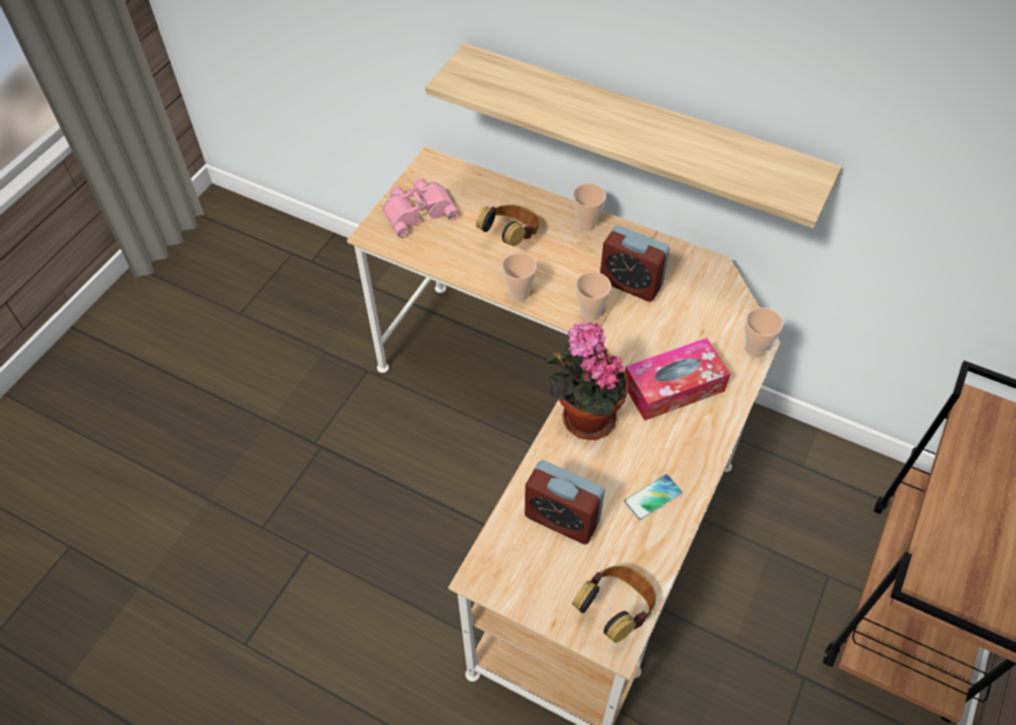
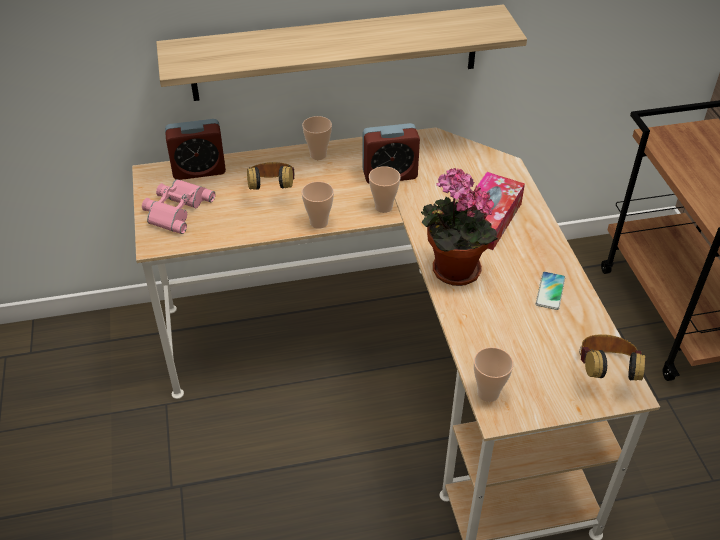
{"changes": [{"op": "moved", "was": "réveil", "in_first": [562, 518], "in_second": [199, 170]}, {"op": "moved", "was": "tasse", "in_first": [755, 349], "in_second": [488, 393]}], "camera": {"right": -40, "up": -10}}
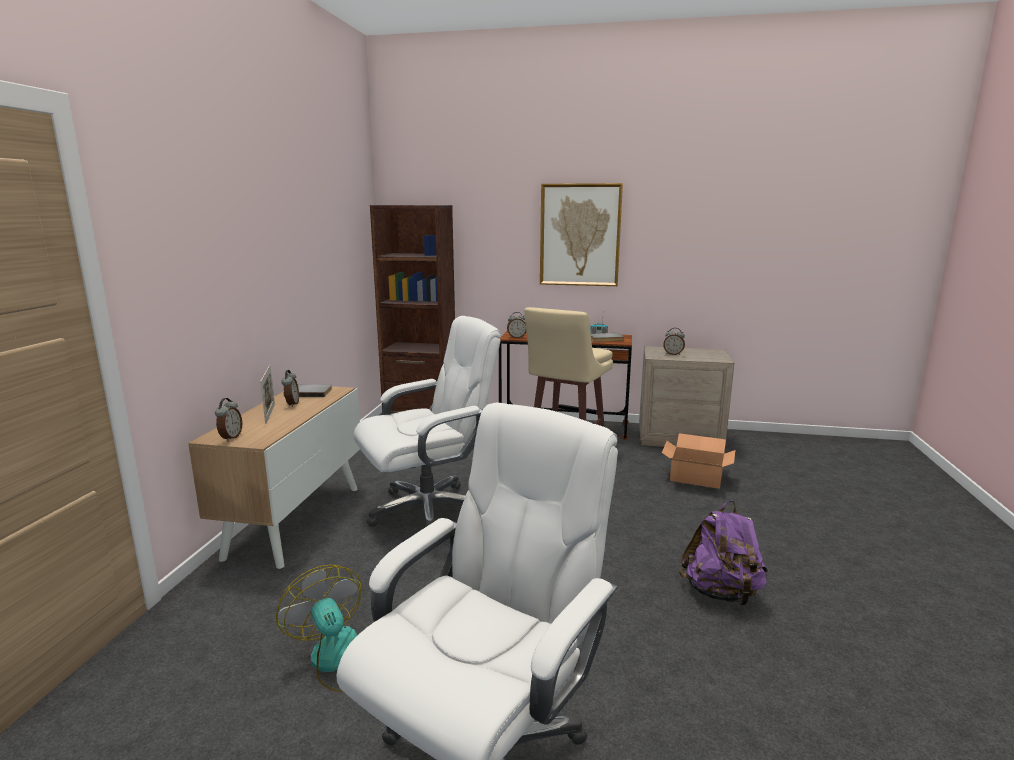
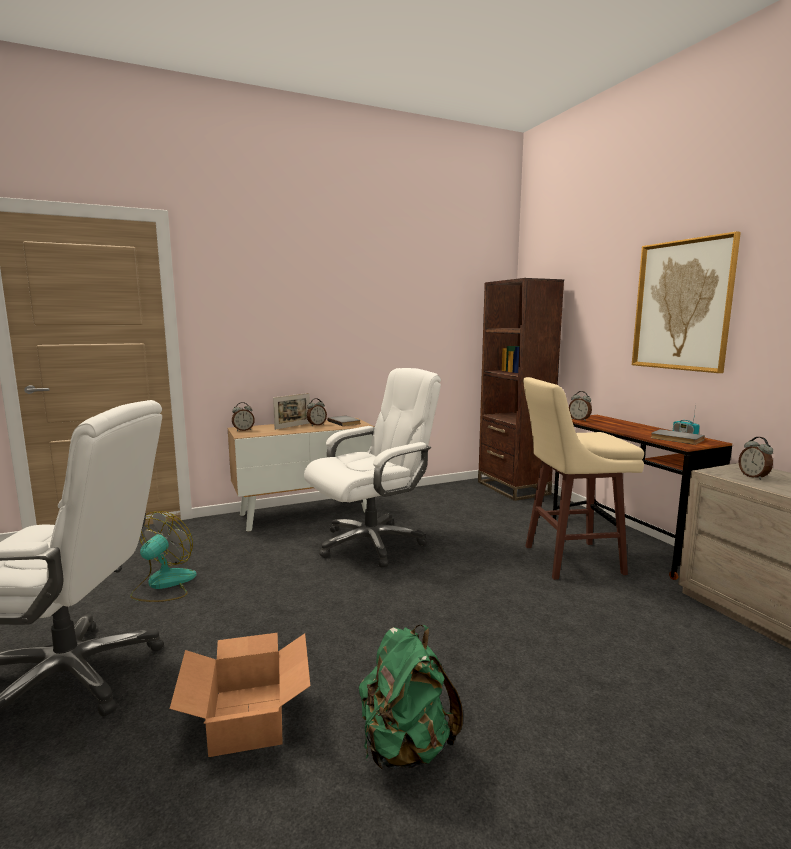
{"changes": [{"op": "moved", "was": "carton", "in_first": [695, 477], "in_second": [249, 716]}, {"op": "turned", "was": "chaise de bureau/blanc", "in_first": [429, 510], "in_second": [372, 543], "clockwise": -60}, {"op": "recoloured", "was": "sac à dos/violet", "now": "sac à dos/vert", "in_first": [721, 593], "in_second": [405, 748]}], "camera": {"right": 55, "up": -5}}
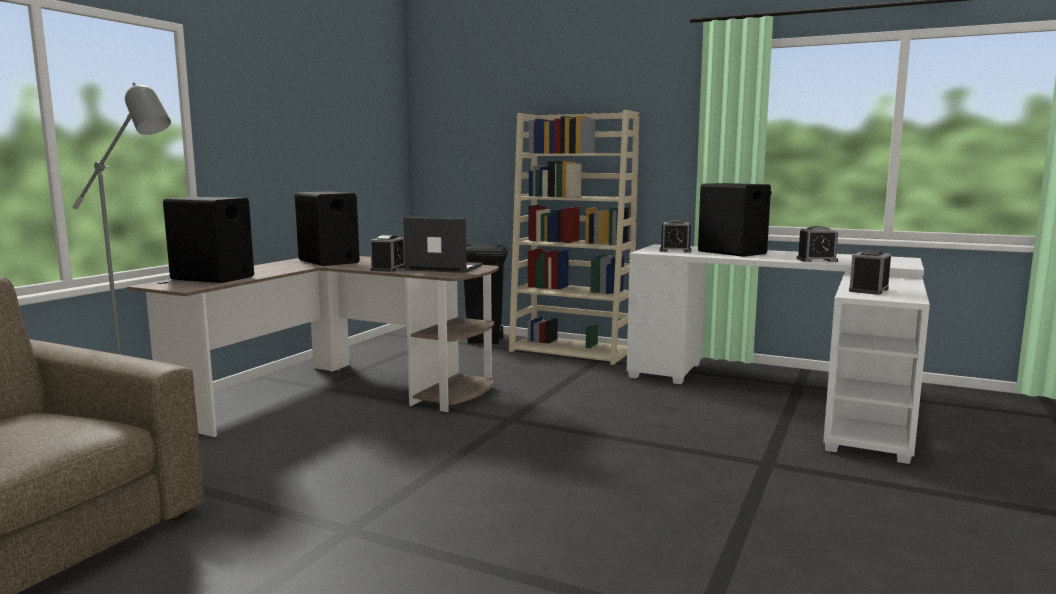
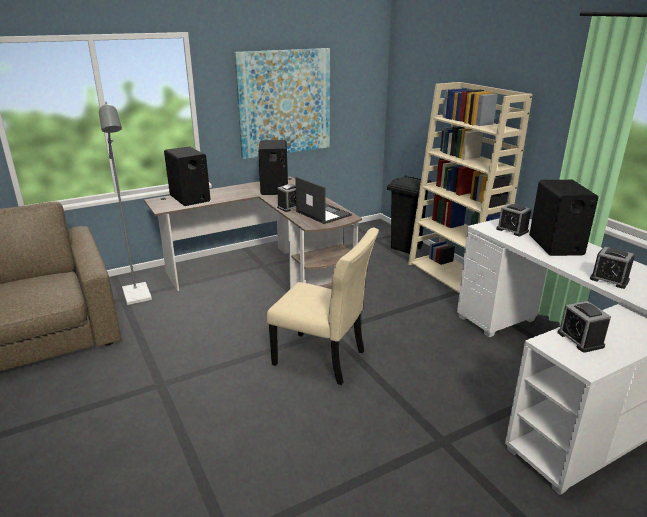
{"changes": [{"op": "added", "now": "tableau", "in_second": [284, 103]}, {"op": "added", "now": "chaise/beige", "in_second": [322, 359]}, {"op": "turned", "was": "réveil", "in_first": [868, 290], "in_second": [580, 339], "clockwise": -90}], "camera": {"right": 35, "up": 15}}
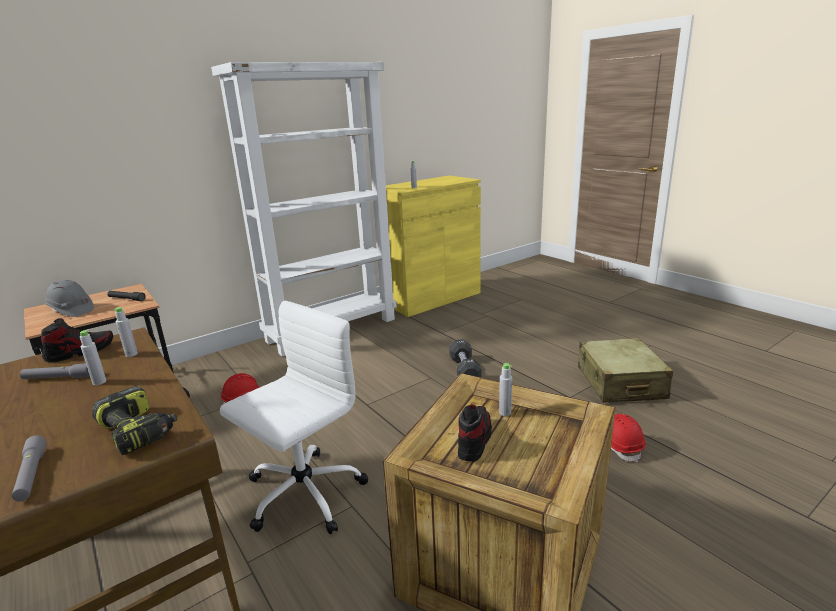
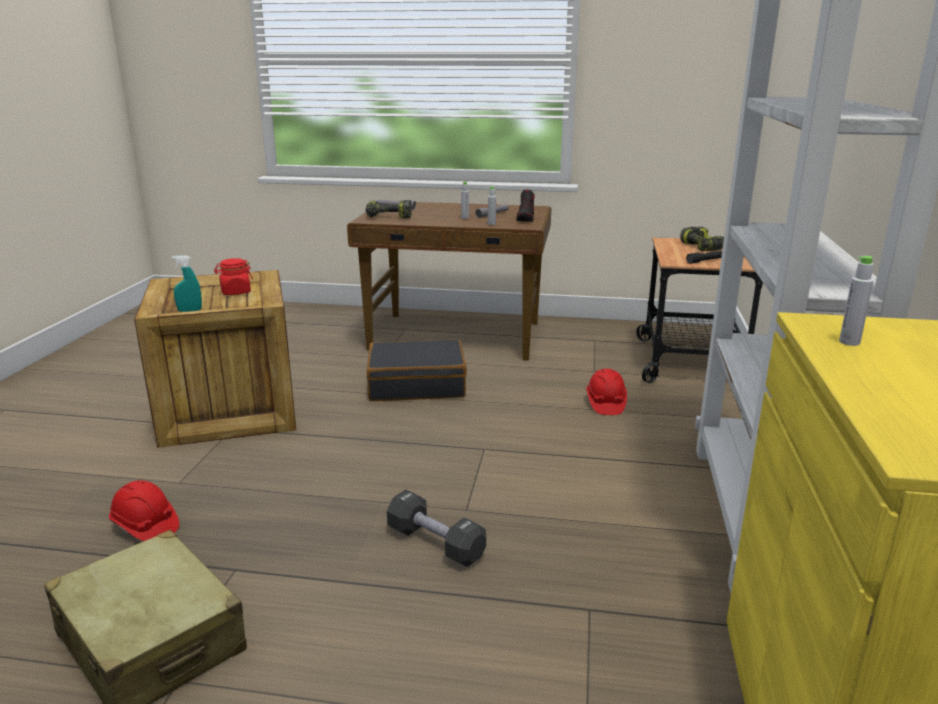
{"changes": [{"op": "added", "now": "vaporisateur/turquoise", "in_second": [190, 310]}, {"op": "replaced", "was": "chaussure", "now": "bocal/rouge", "in_first": [474, 440], "in_second": [235, 292]}, {"op": "replaced", "was": "chaise de bureau/blanc", "now": "valise/noir", "in_first": [302, 494], "in_second": [416, 384]}, {"op": "replaced", "was": "casque de chantier/gris", "now": "perceuse", "in_first": [71, 310], "in_second": [704, 247]}, {"op": "removed", "was": "bouteille/gris", "in_first": [505, 412]}], "camera": {"right": 135, "up": 0}}
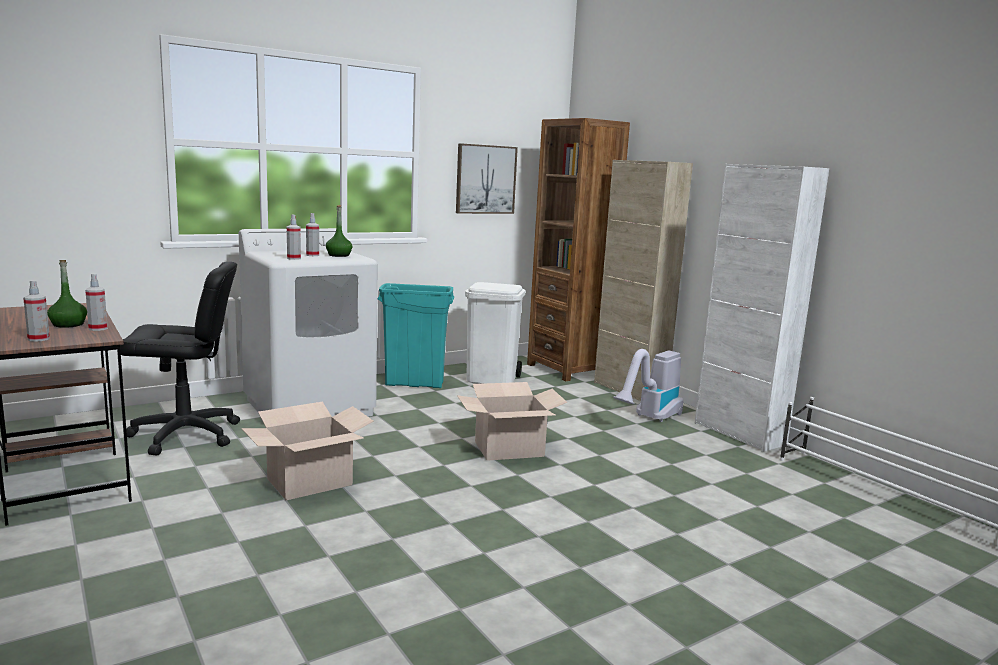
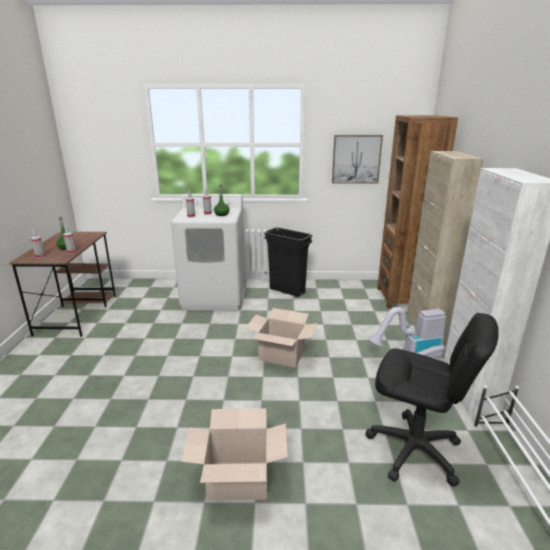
{"changes": [{"op": "moved", "was": "carton", "in_first": [309, 481], "in_second": [238, 479]}, {"op": "recoloured", "was": "poubelle/turquoise", "now": "poubelle/noir", "in_first": [415, 384], "in_second": [287, 291]}, {"op": "moved", "was": "chaise de bureau/noir", "in_first": [185, 435], "in_second": [414, 450]}, {"op": "removed", "was": "poubelle/blanc", "in_first": [492, 379]}], "camera": {"right": 35, "up": 10}}
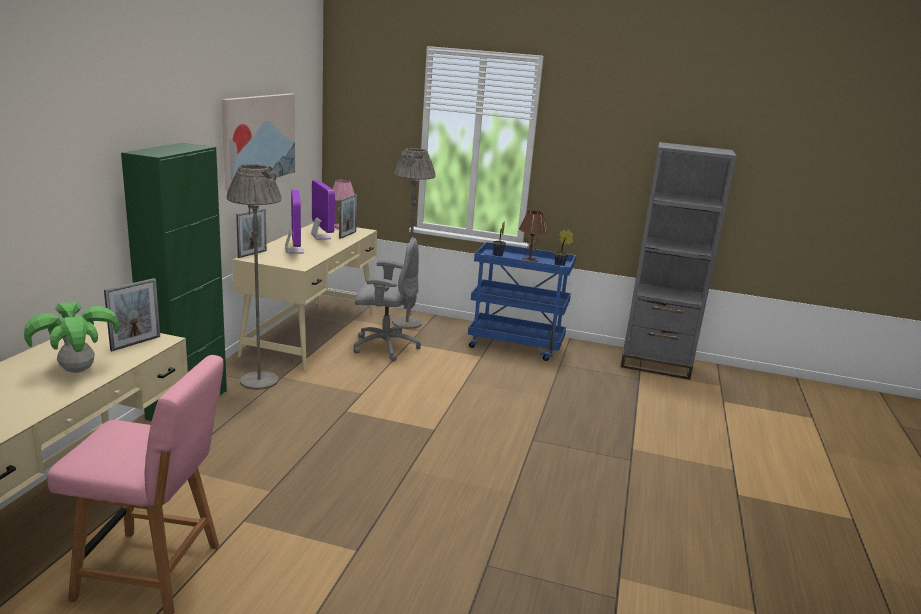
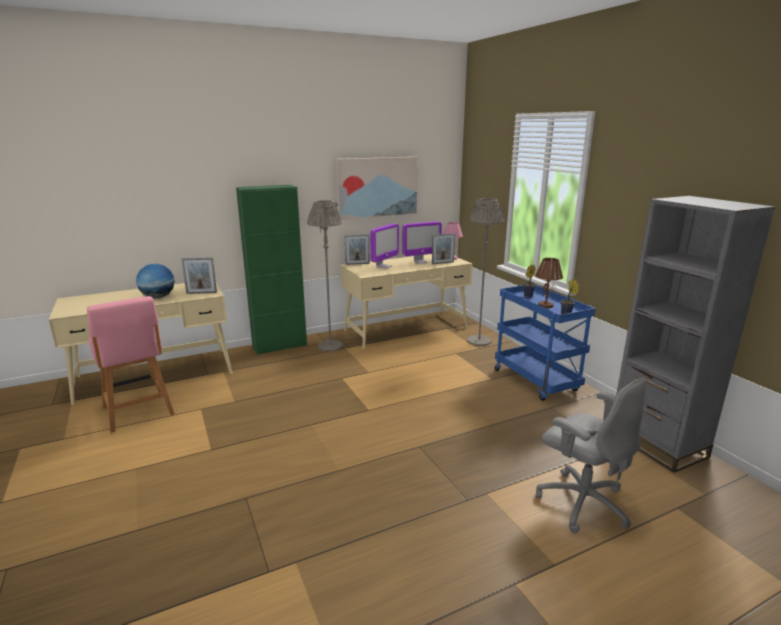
{"changes": [{"op": "replaced", "was": "plante en pot", "now": "globe", "in_first": [77, 370], "in_second": [158, 297]}, {"op": "turned", "was": "écran d'ordinateur", "in_first": [321, 237], "in_second": [421, 262], "clockwise": 45}, {"op": "moved", "was": "chaise de bureau/gris", "in_first": [384, 346], "in_second": [581, 502]}], "camera": {"right": 50, "up": 0}}
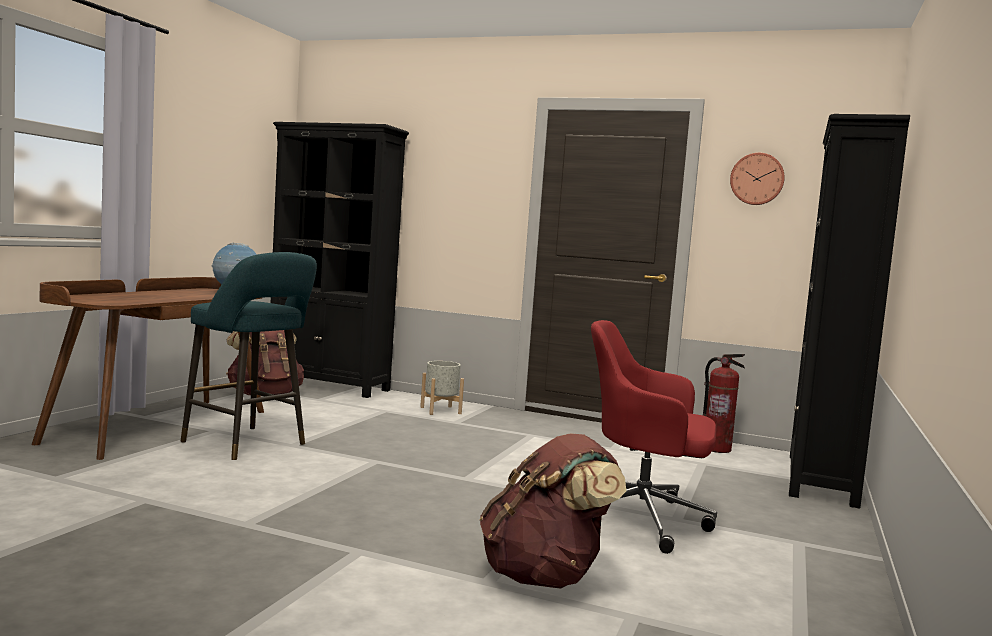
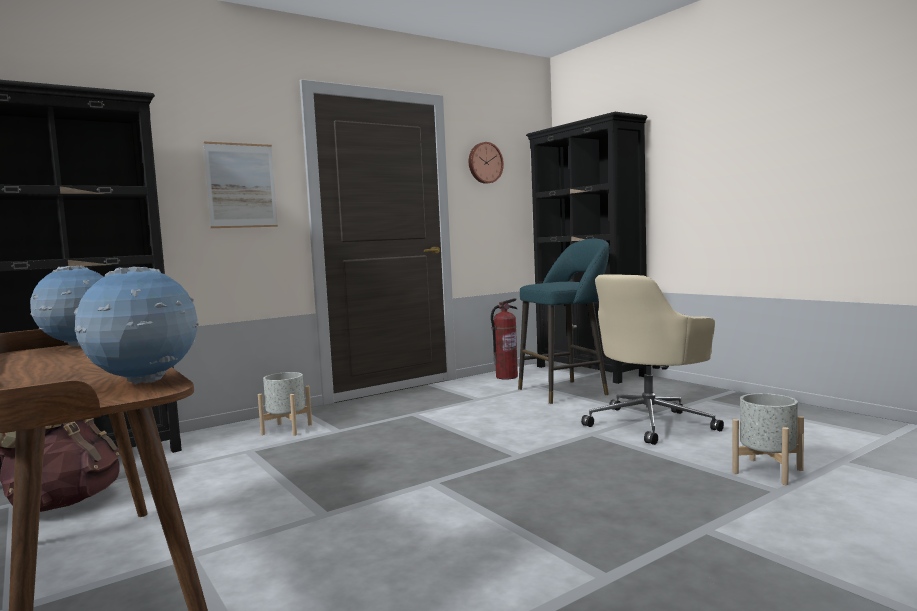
{"changes": [{"op": "added", "now": "globe", "in_second": [144, 383]}, {"op": "added", "now": "tableau", "in_second": [241, 185]}, {"op": "moved", "was": "tabouret/turquoise", "in_first": [248, 444], "in_second": [567, 391]}, {"op": "recoloured", "was": "chaise de bureau/rouge", "now": "chaise de bureau/beige", "in_first": [642, 520], "in_second": [651, 423]}, {"op": "replaced", "was": "sac à dos/marron", "now": "cache-pot/gris", "in_first": [545, 576], "in_second": [767, 471]}], "camera": {"right": -55, "up": 0}}
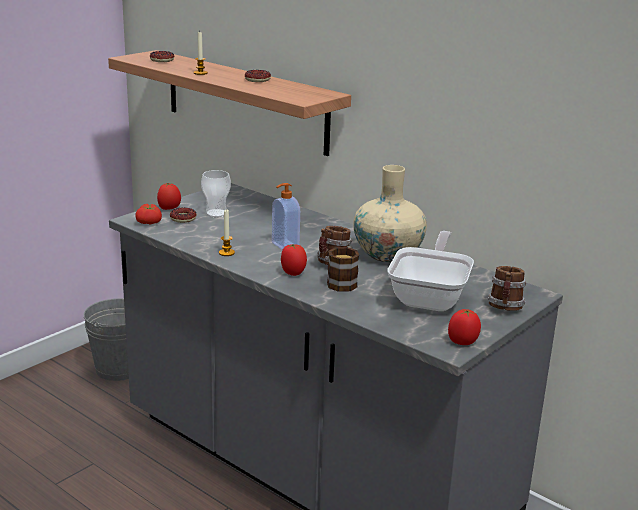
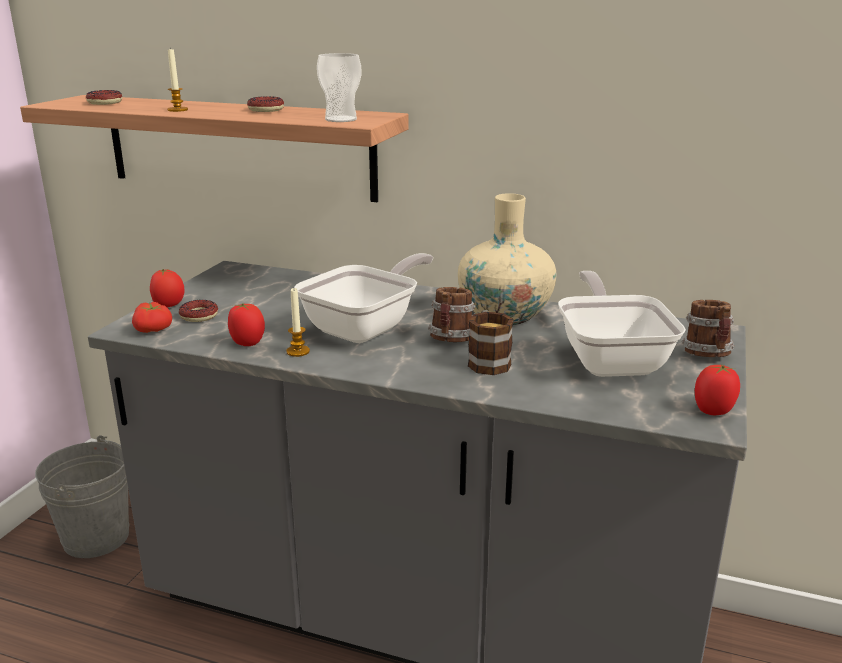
{"changes": [{"op": "moved", "was": "tomate", "in_first": [293, 273], "in_second": [247, 343]}, {"op": "replaced", "was": "distributeur de savon", "now": "poêle", "in_first": [284, 245], "in_second": [367, 327]}, {"op": "moved", "was": "tasse", "in_first": [216, 213], "in_second": [341, 119]}], "camera": {"right": -20, "up": 0}}
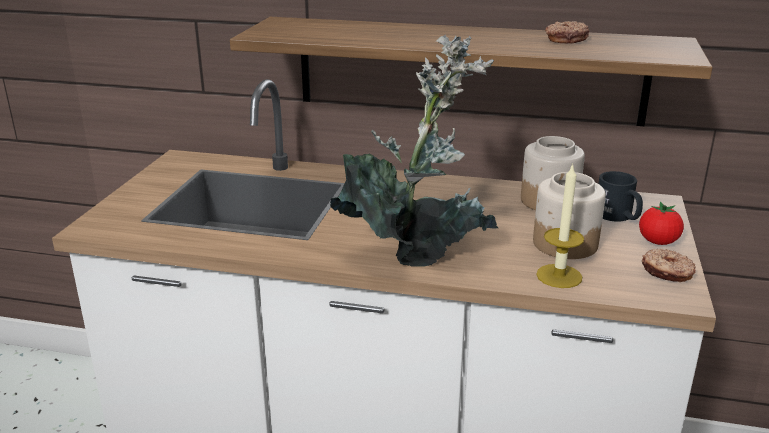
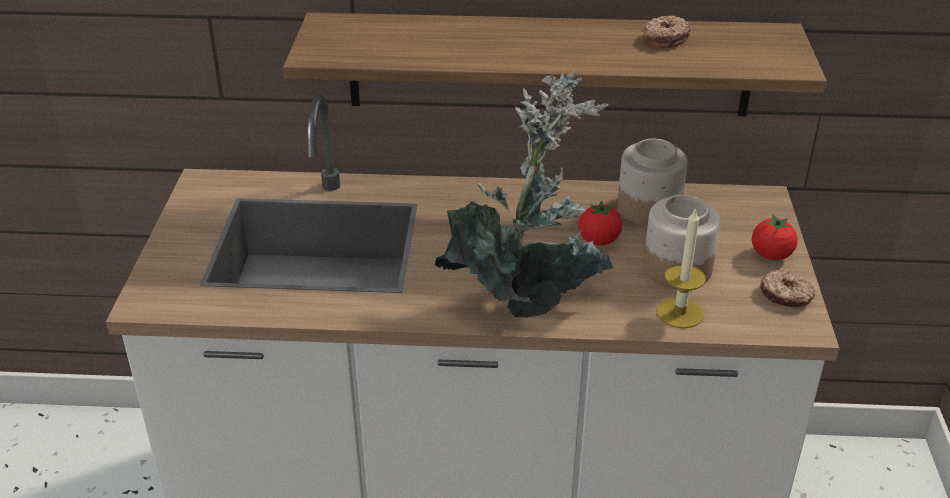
{"changes": [{"op": "added", "now": "tomate", "in_second": [598, 241]}, {"op": "removed", "was": "mug/noir", "in_first": [618, 217]}], "camera": {"right": -10, "up": 10}}
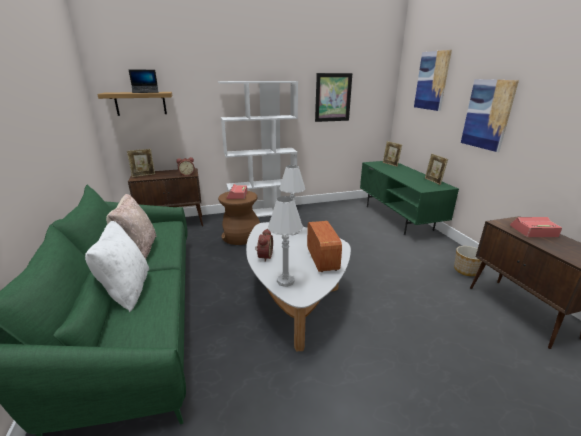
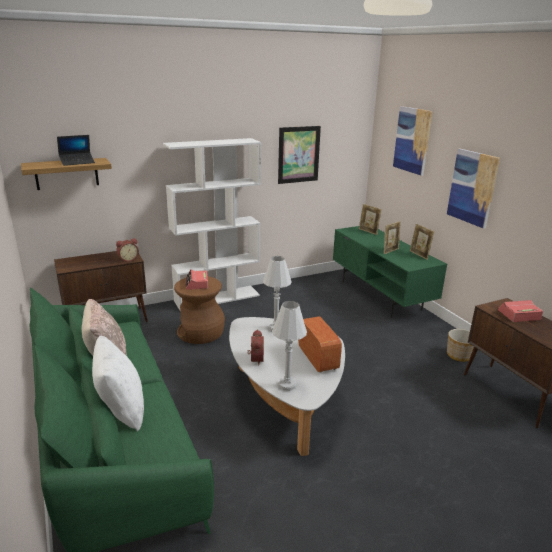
{"changes": [{"op": "moved", "was": "cadre photo", "in_first": [143, 175], "in_second": [390, 251]}], "camera": {"right": -10, "up": 0}}
